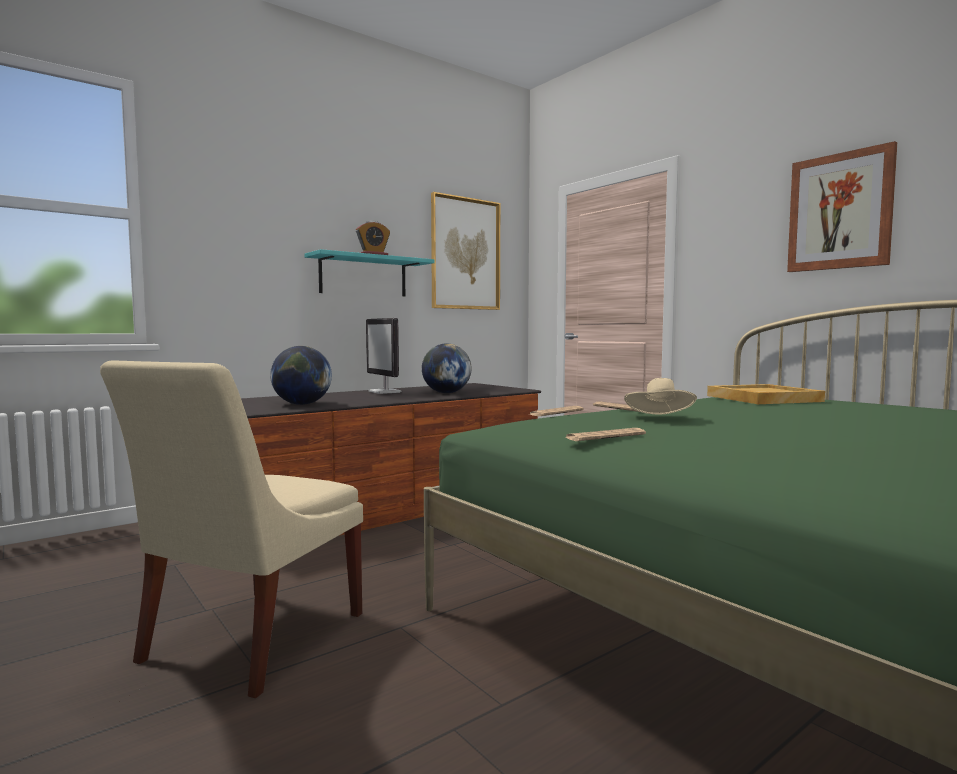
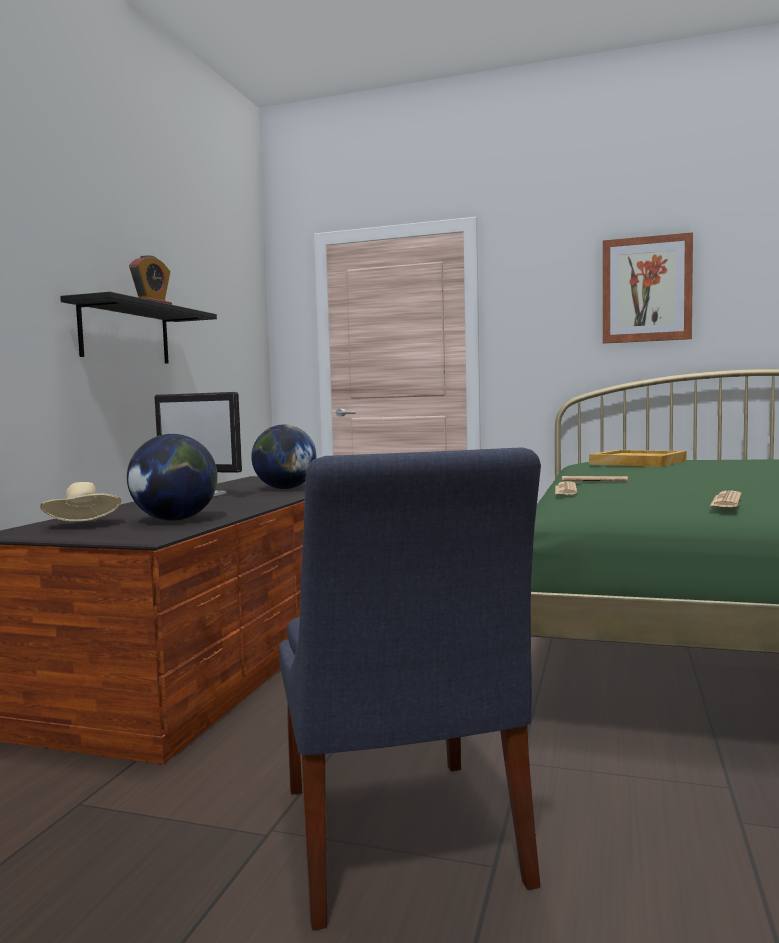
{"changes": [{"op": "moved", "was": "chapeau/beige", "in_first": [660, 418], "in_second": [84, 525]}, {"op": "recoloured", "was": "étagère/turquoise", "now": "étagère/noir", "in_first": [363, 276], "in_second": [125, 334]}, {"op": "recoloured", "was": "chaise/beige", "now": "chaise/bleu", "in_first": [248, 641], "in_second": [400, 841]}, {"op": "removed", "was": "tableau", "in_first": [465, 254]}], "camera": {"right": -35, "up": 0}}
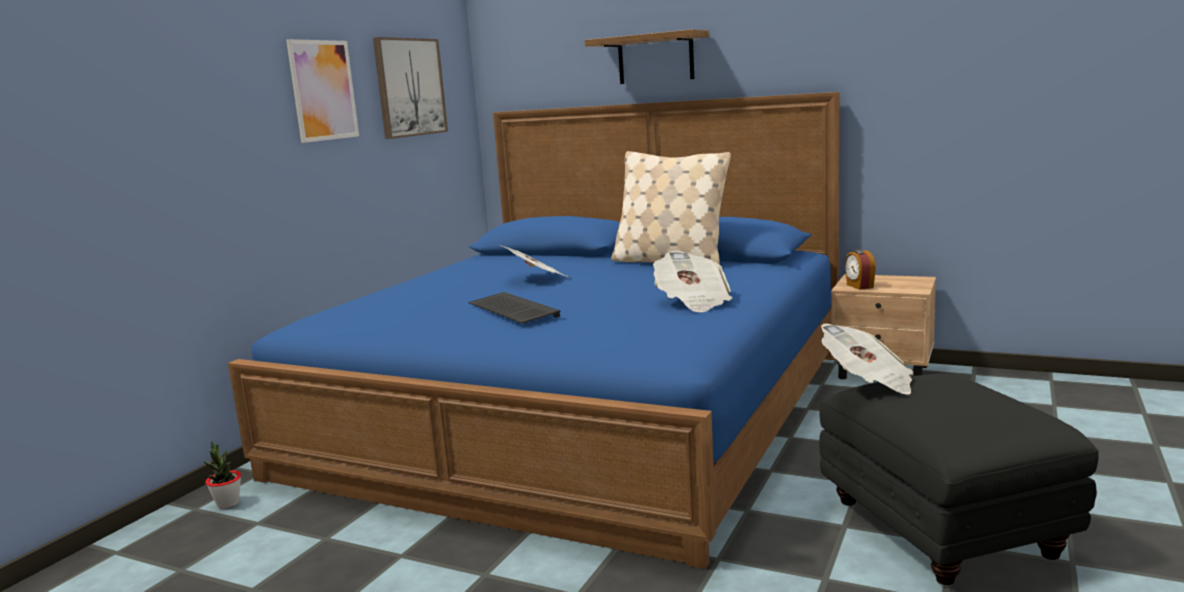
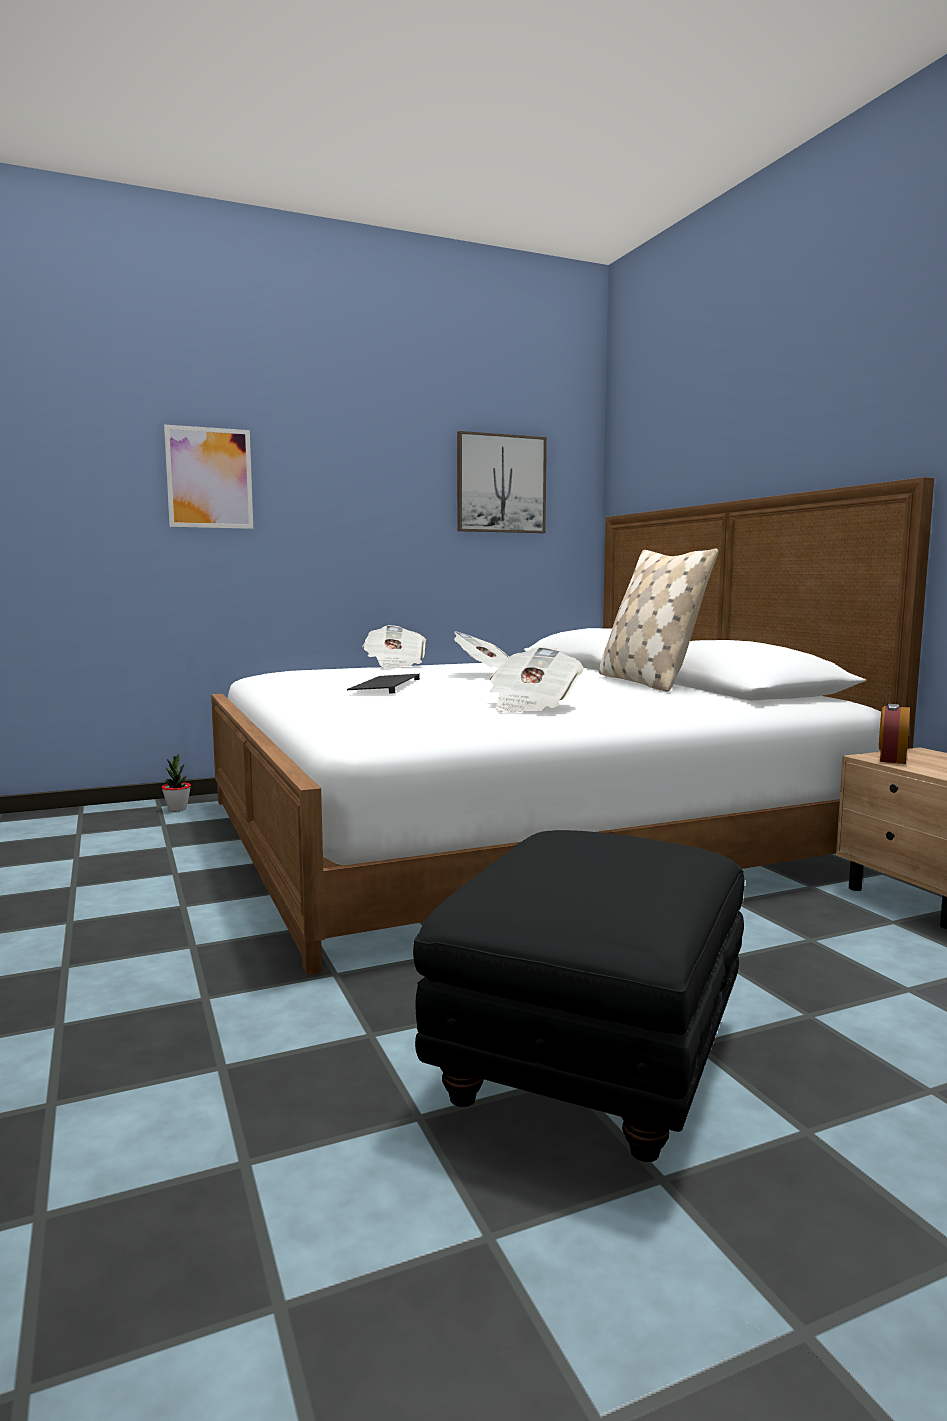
{"changes": [{"op": "moved", "was": "tableau", "in_first": [323, 90], "in_second": [209, 478]}, {"op": "recoloured", "was": "lit/bleu", "now": "lit/blanc", "in_first": [581, 410], "in_second": [514, 830]}, {"op": "moved", "was": "journal", "in_first": [868, 382], "in_second": [394, 665]}, {"op": "removed", "was": "étagère", "in_first": [655, 58]}], "camera": {"right": 40, "up": -5}}
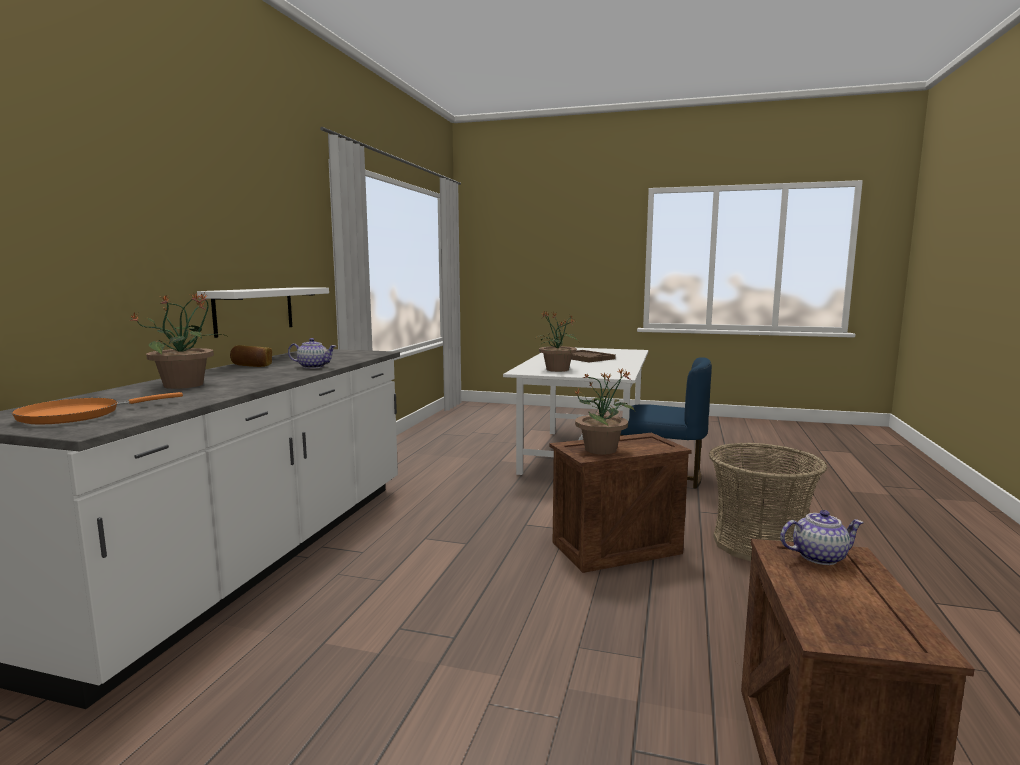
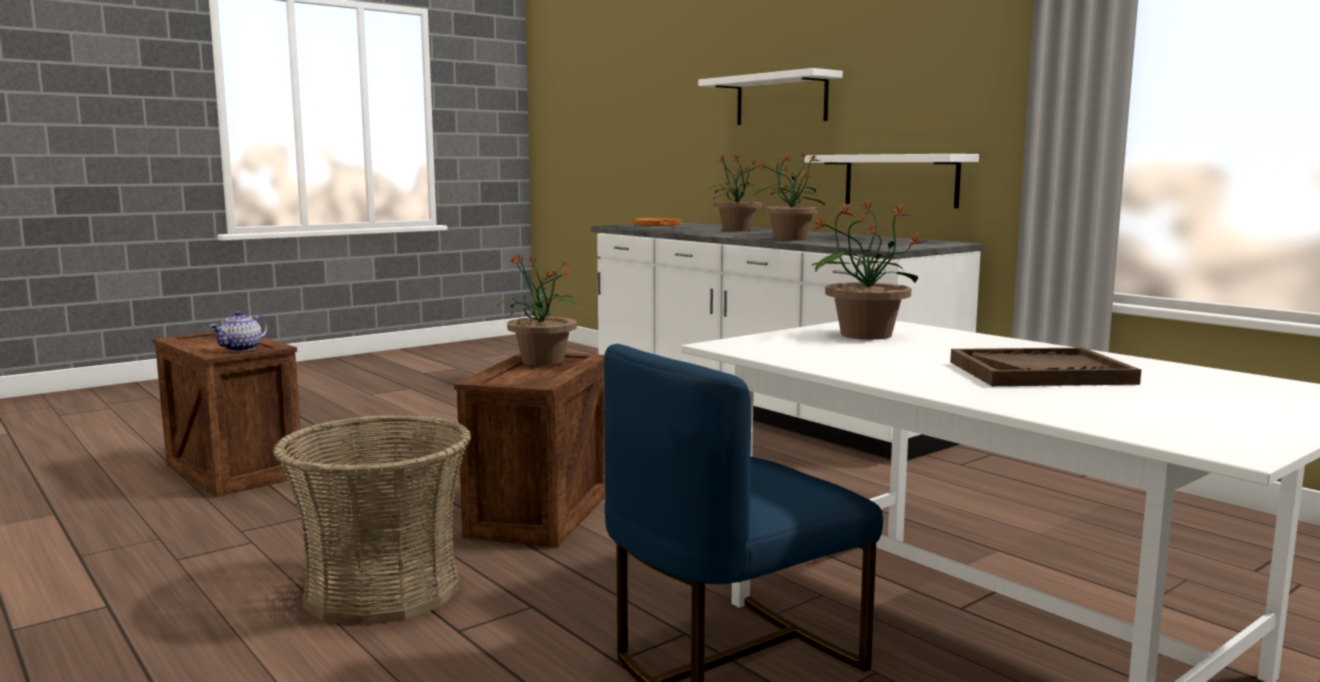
{"changes": [{"op": "added", "now": "étagère/blanc", "in_second": [781, 99]}, {"op": "replaced", "was": "théière", "now": "plante en pot", "in_first": [313, 367], "in_second": [789, 239]}, {"op": "removed", "was": "pain", "in_first": [252, 366]}], "camera": {"right": 125, "up": 0}}
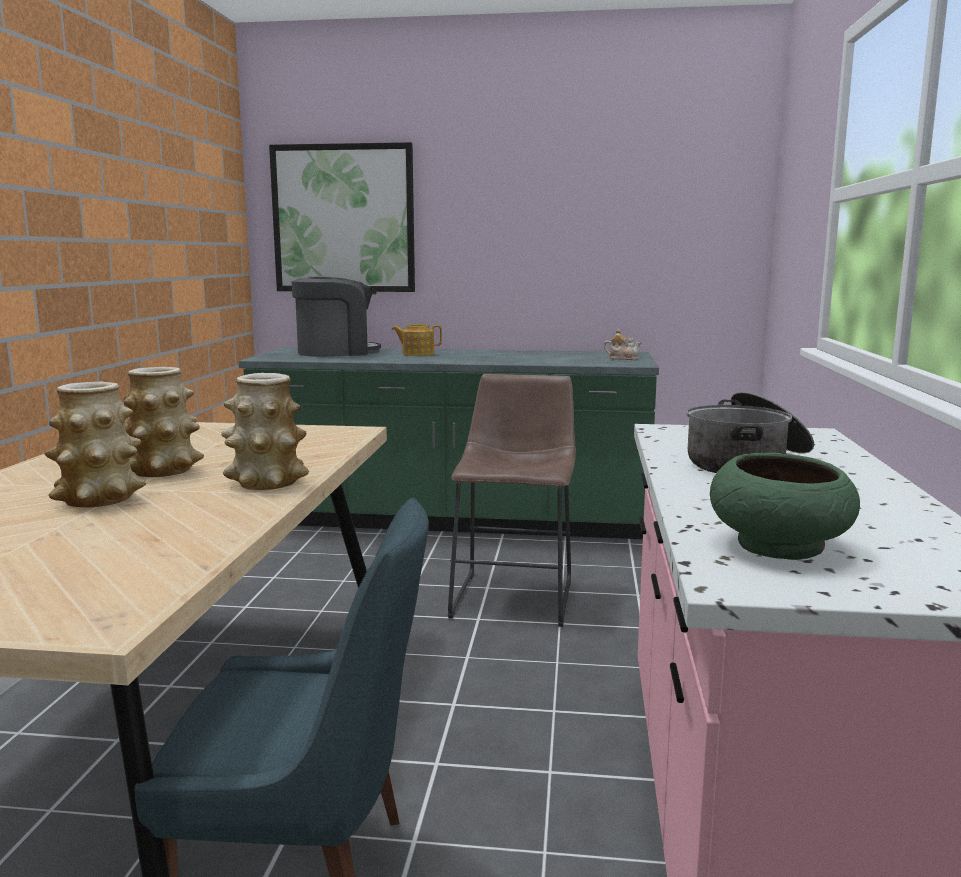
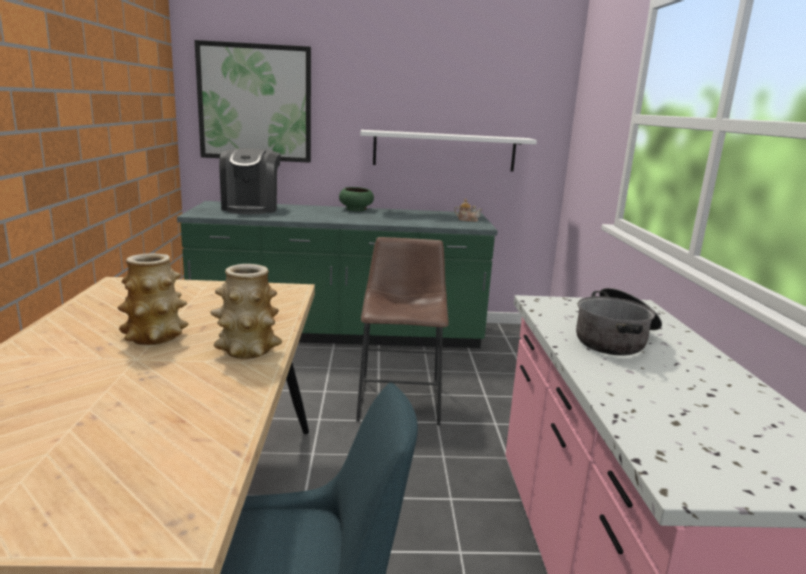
{"changes": [{"op": "turned", "was": "machine à café", "in_first": [336, 352], "in_second": [251, 208], "clockwise": 120}, {"op": "moved", "was": "bol/vert", "in_first": [780, 546], "in_second": [356, 209]}, {"op": "added", "now": "étagère/blanc", "in_second": [444, 151]}, {"op": "removed", "was": "vase", "in_first": [99, 499]}, {"op": "removed", "was": "théière", "in_first": [417, 354]}], "camera": {"right": -10, "up": 5}}
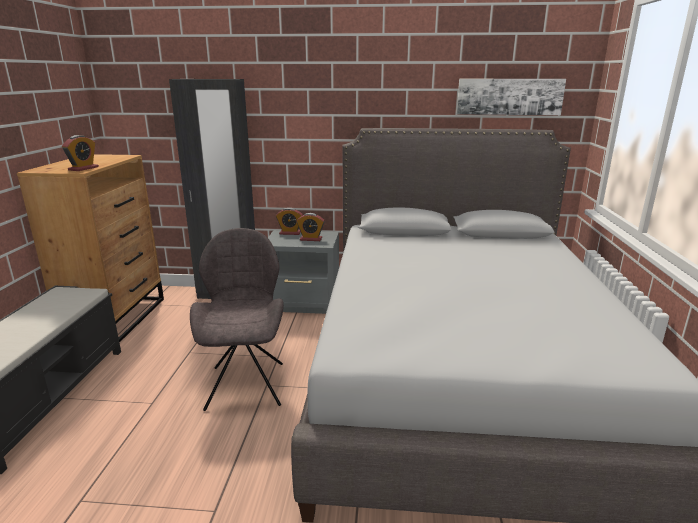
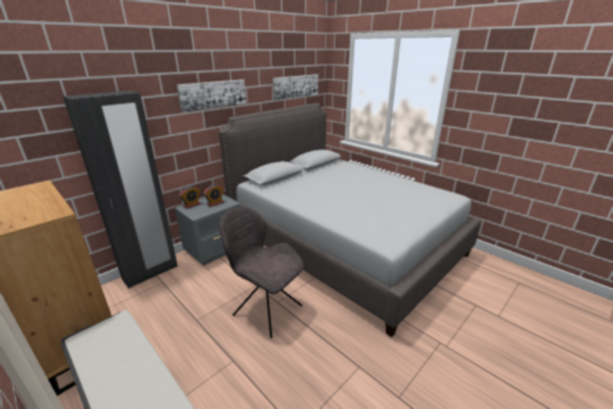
{"changes": [{"op": "added", "now": "tableau", "in_second": [213, 94]}, {"op": "removed", "was": "réveil", "in_first": [83, 168]}], "camera": {"right": -50, "up": 5}}
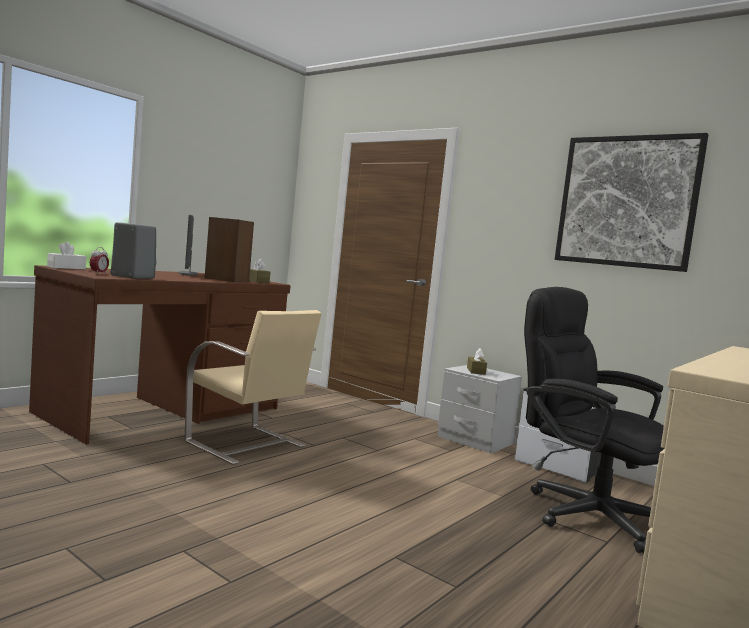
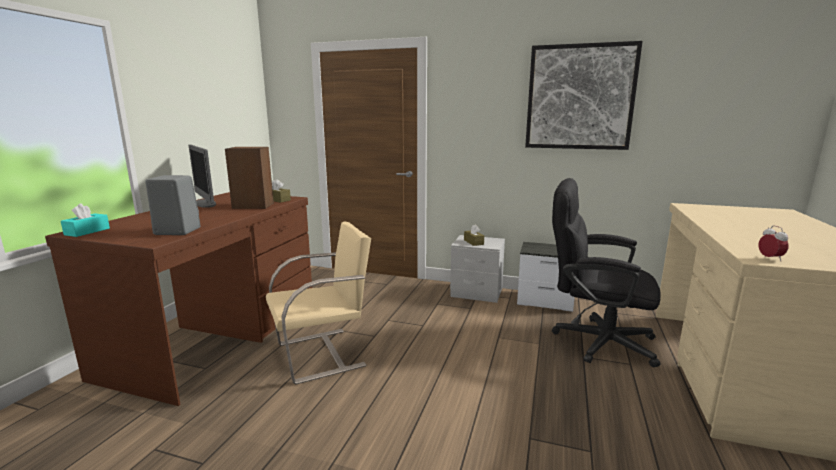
{"changes": [{"op": "recoloured", "was": "boîte à mouchoirs/blanc", "now": "boîte à mouchoirs/turquoise", "in_first": [66, 268], "in_second": [87, 231]}, {"op": "turned", "was": "chaise/beige", "in_first": [246, 445], "in_second": [322, 354], "clockwise": -45}, {"op": "moved", "was": "réveil", "in_first": [98, 273], "in_second": [770, 258]}], "camera": {"right": -20, "up": 10}}
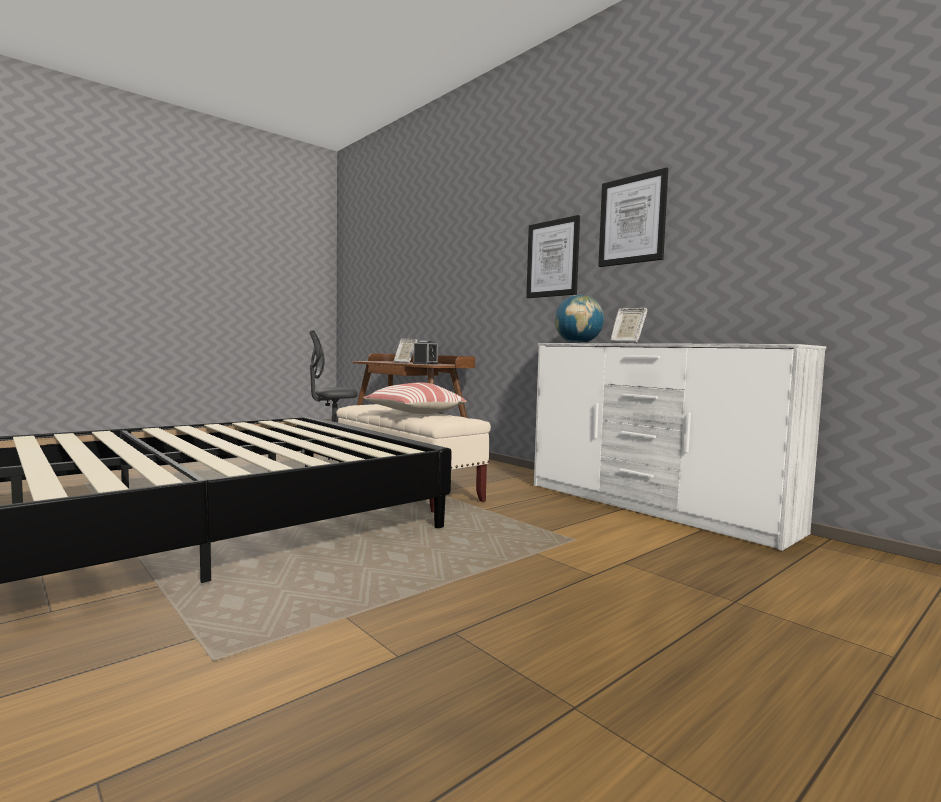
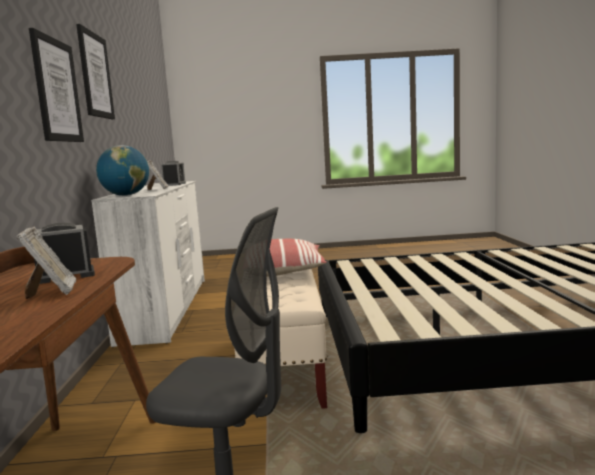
{"changes": [{"op": "added", "now": "réveil", "in_second": [174, 184]}], "camera": {"right": -140, "up": 5}}
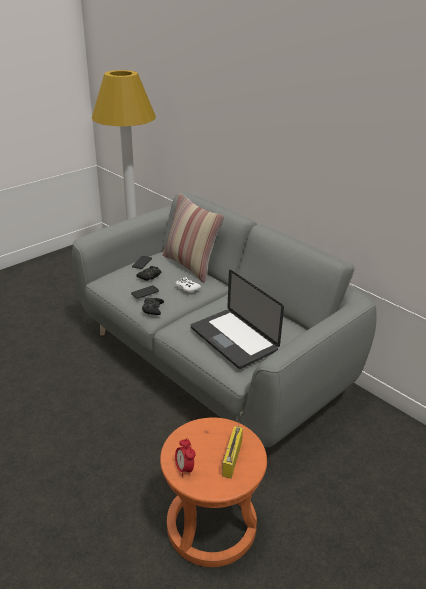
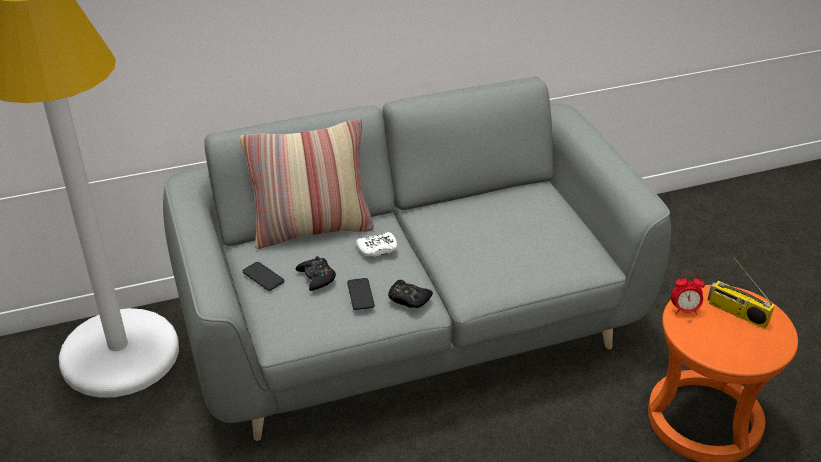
{"changes": [{"op": "moved", "was": "réveil", "in_first": [184, 469], "in_second": [684, 310]}, {"op": "removed", "was": "ordinateur portable", "in_first": [233, 339]}], "camera": {"right": -65, "up": 5}}
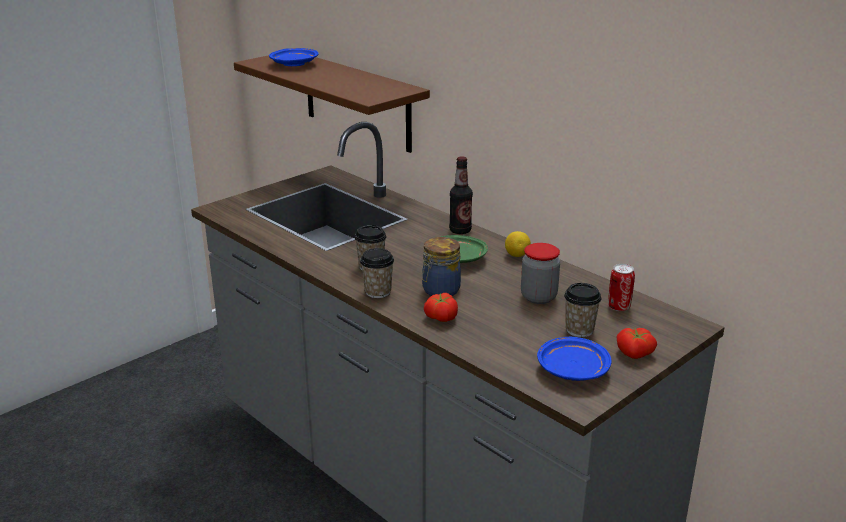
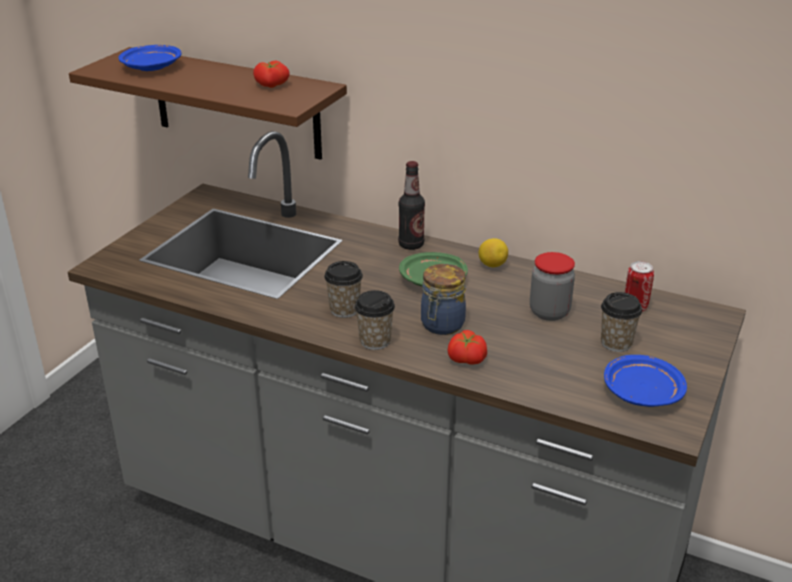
{"changes": [{"op": "moved", "was": "tomate", "in_first": [634, 354], "in_second": [271, 86]}], "camera": {"right": -20, "up": 5}}
